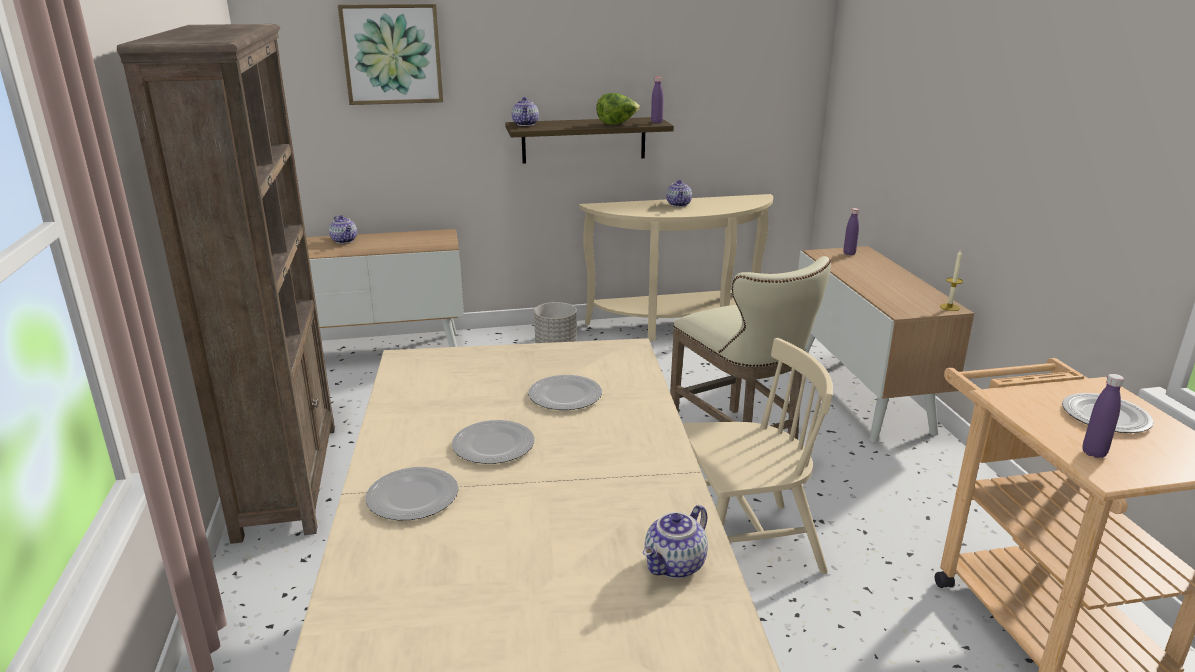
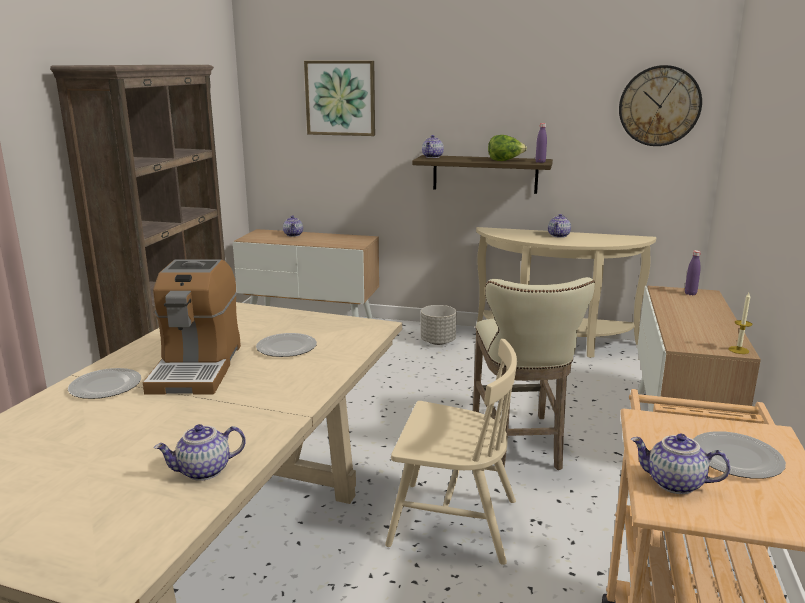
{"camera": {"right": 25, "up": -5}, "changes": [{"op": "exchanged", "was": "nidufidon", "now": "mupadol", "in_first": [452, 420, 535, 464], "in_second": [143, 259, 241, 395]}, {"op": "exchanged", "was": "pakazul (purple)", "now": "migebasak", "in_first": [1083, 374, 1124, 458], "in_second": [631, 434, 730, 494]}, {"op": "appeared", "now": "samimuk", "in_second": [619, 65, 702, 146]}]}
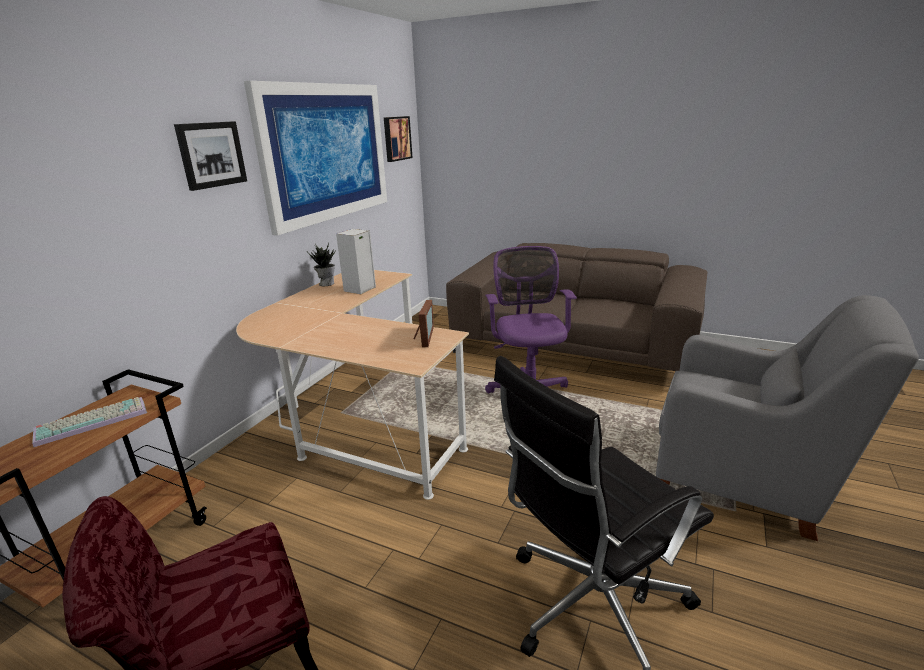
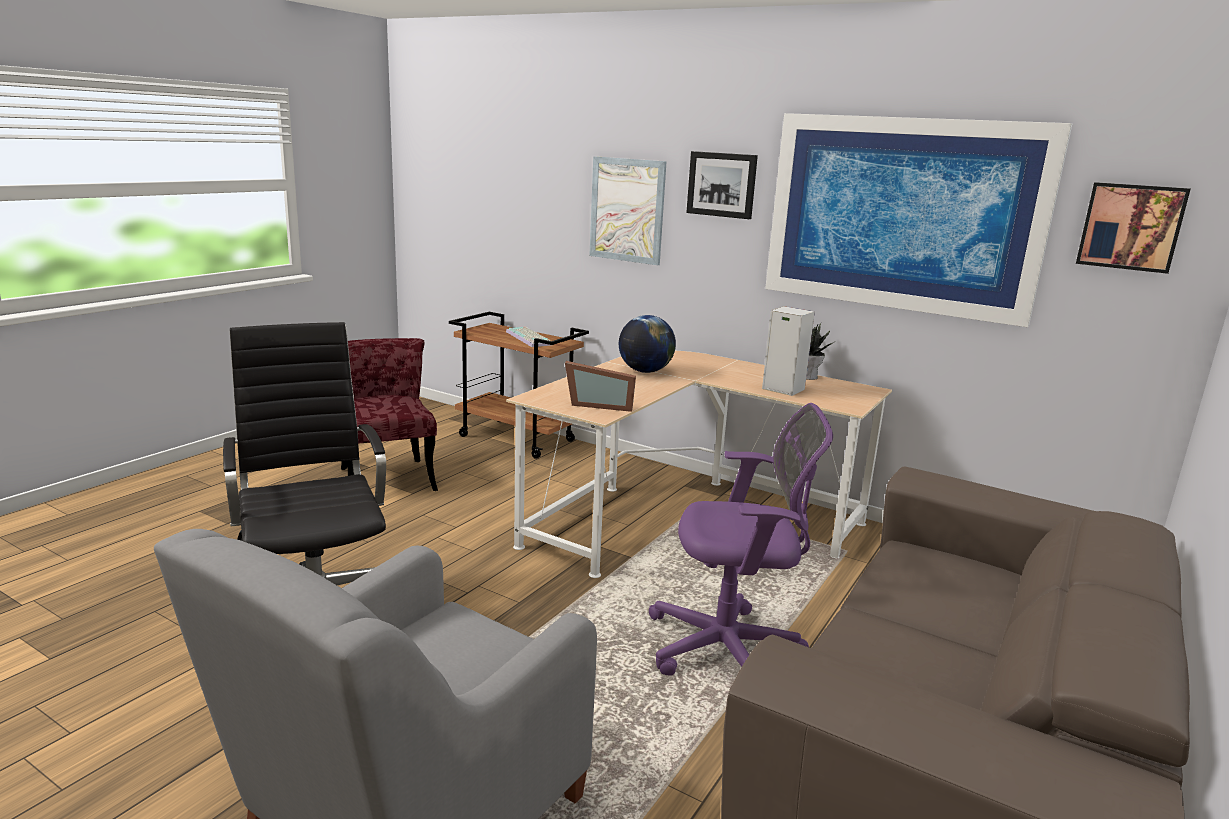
{"camera": {"right": 95, "up": -5}, "changes": [{"op": "appeared", "now": "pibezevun", "in_second": [589, 156, 667, 265]}, {"op": "appeared", "now": "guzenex", "in_second": [619, 315, 676, 373]}]}
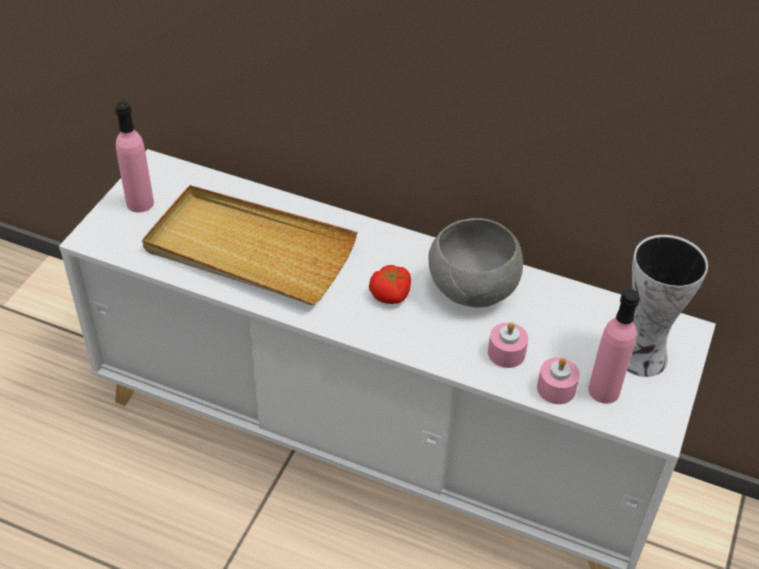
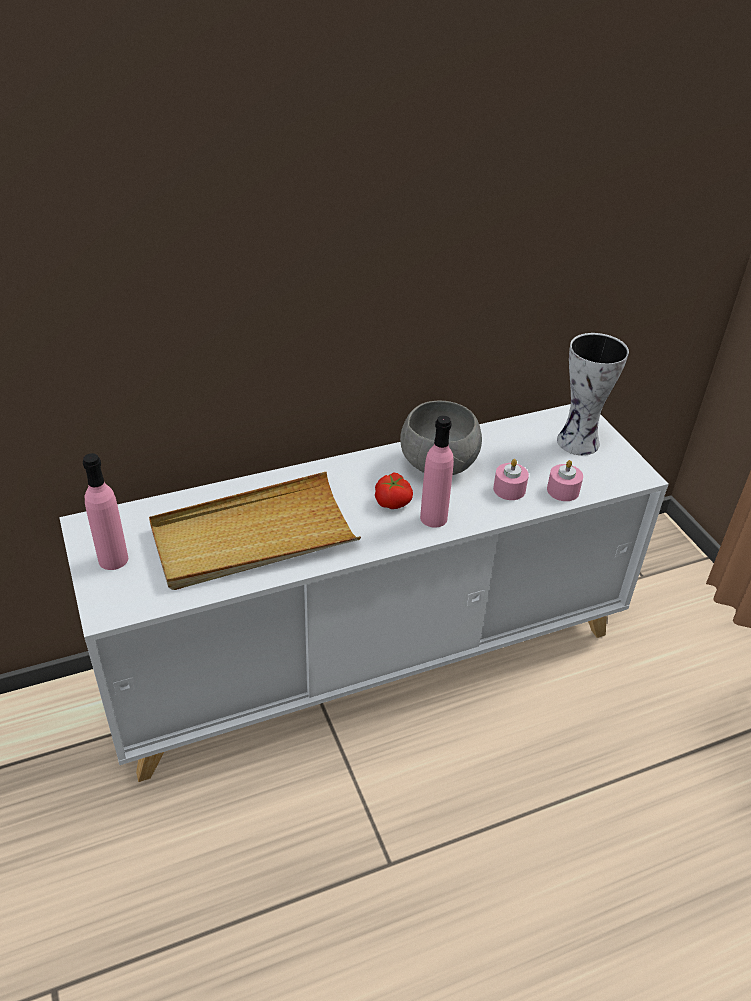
{"camera": {"right": -45, "up": -5}, "changes": [{"op": "relocated", "was": "pakazul (pink)", "in_first": [588, 289, 640, 403], "in_second": [420, 416, 454, 528]}]}
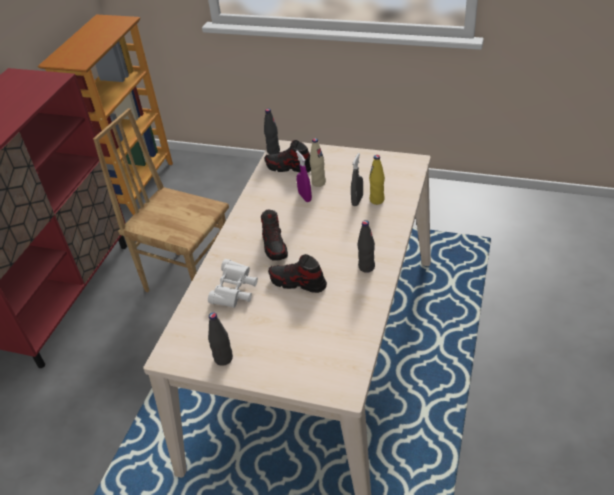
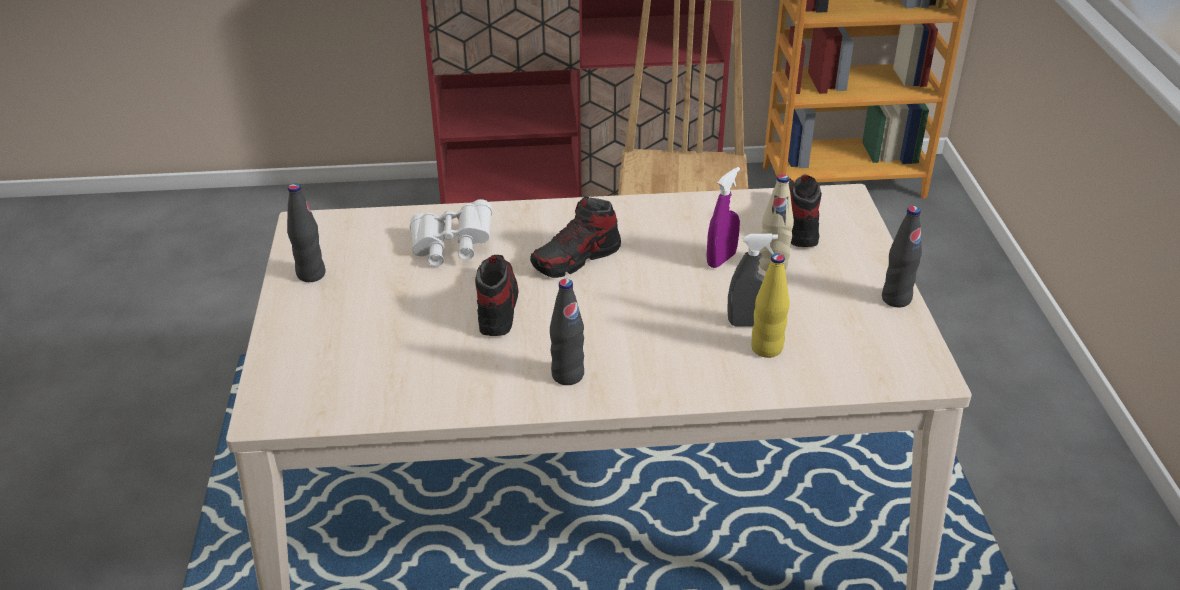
{"camera": {"right": 65, "up": -5}, "changes": [{"op": "relocated", "was": "pakazul (black)", "in_first": [264, 108, 280, 154], "in_second": [882, 206, 922, 307]}]}
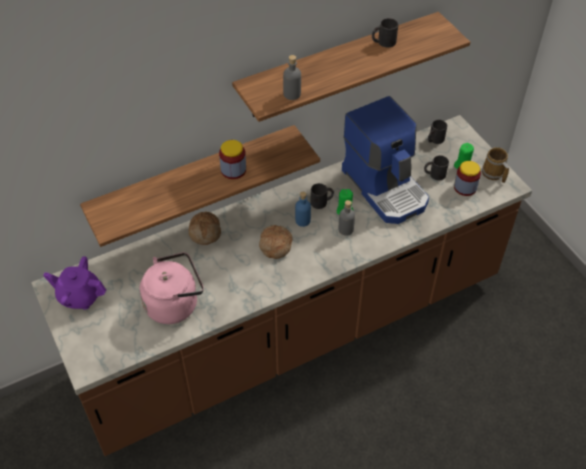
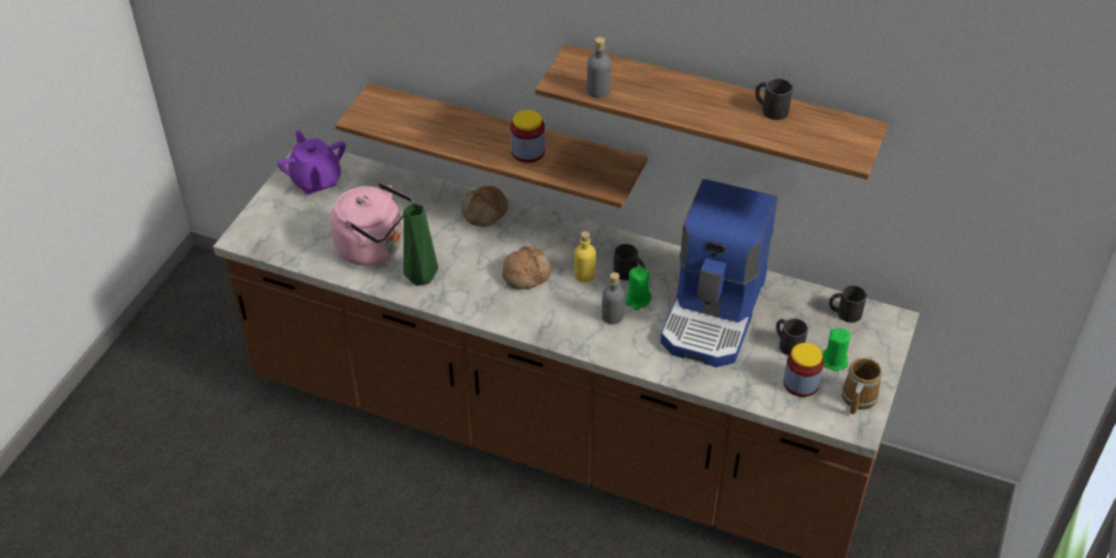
{"camera": {"right": 50, "up": -5}, "changes": [{"op": "colour", "was": "pakazul (blue)", "now": "pakazul (yellow)", "in_first": [295, 192, 311, 227], "in_second": [574, 231, 596, 282]}, {"op": "appeared", "now": "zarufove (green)", "in_second": [404, 203, 438, 286]}]}
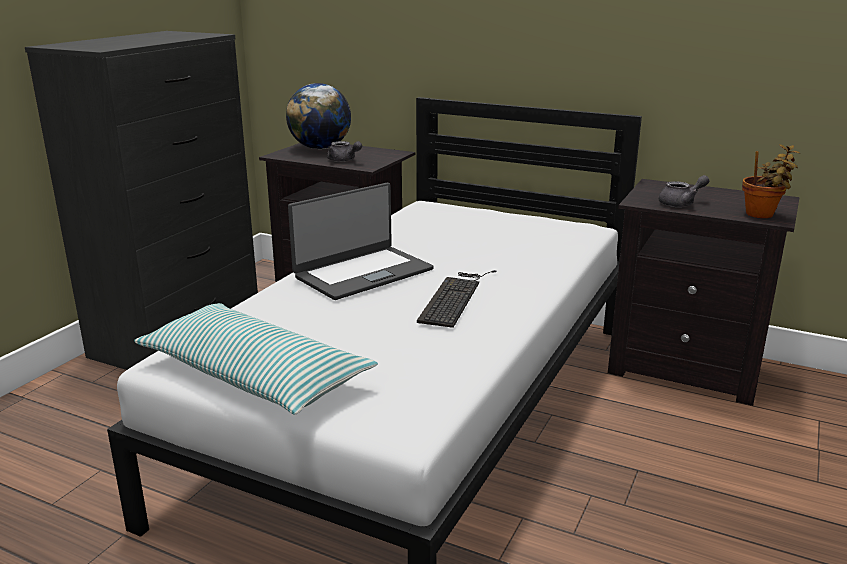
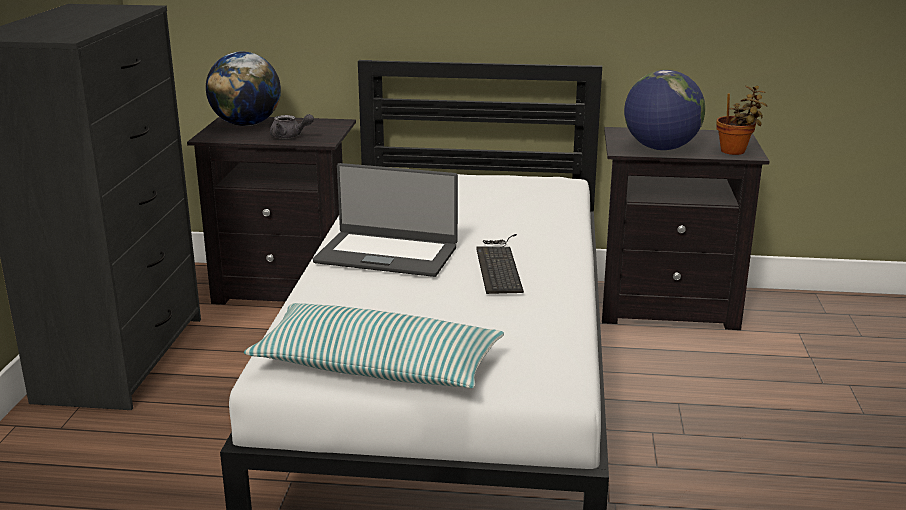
{"camera": {"right": -20, "up": 0}, "changes": [{"op": "spun", "was": "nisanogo", "in_first": [288, 183, 434, 300], "in_second": [313, 163, 458, 277], "clockwise": 75}, {"op": "exchanged", "was": "migebasak (grey)", "now": "guzenex", "in_first": [659, 175, 709, 207], "in_second": [624, 70, 705, 150]}]}
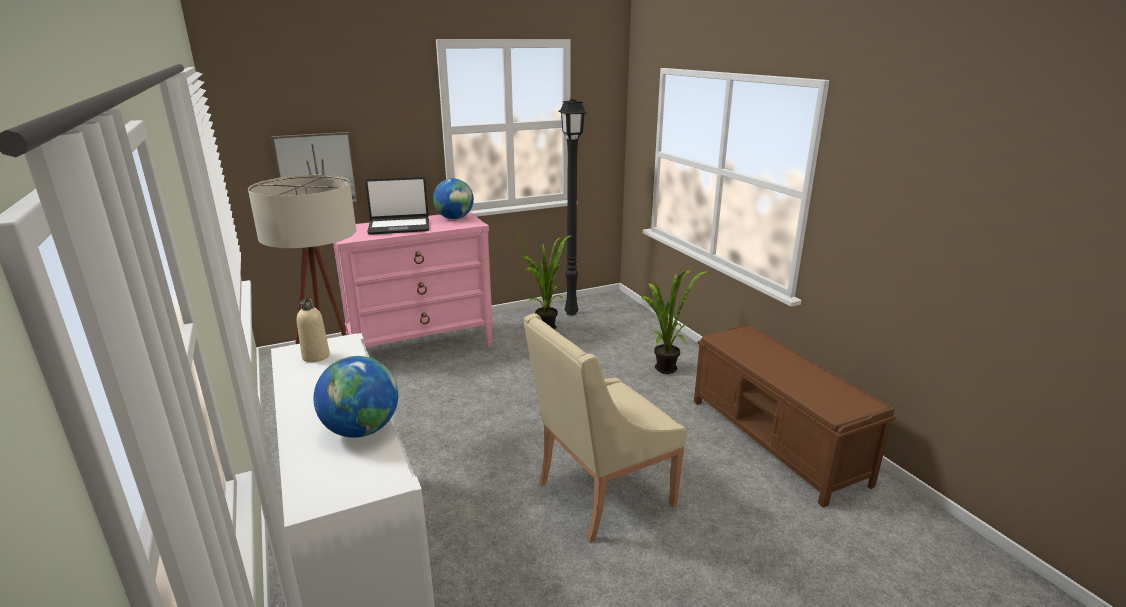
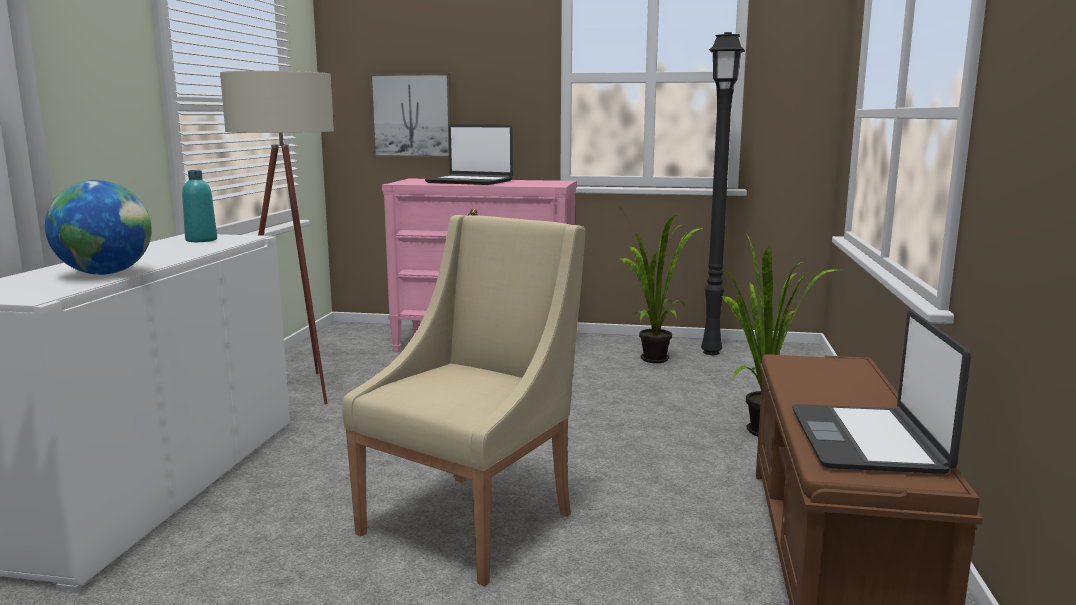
{"camera": {"right": 35, "up": -10}, "changes": [{"op": "colour", "was": "pakazul (beige)", "now": "pakazul (turquoise)", "in_first": [297, 299, 330, 362], "in_second": [182, 170, 217, 242]}, {"op": "missing", "was": "guzenex", "in_first": [433, 178, 474, 219]}, {"op": "spun", "was": "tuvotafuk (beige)", "in_first": [524, 313, 687, 542], "in_second": [342, 215, 585, 586], "clockwise": 120}, {"op": "appeared", "now": "nisanogo", "in_second": [792, 310, 971, 474]}]}
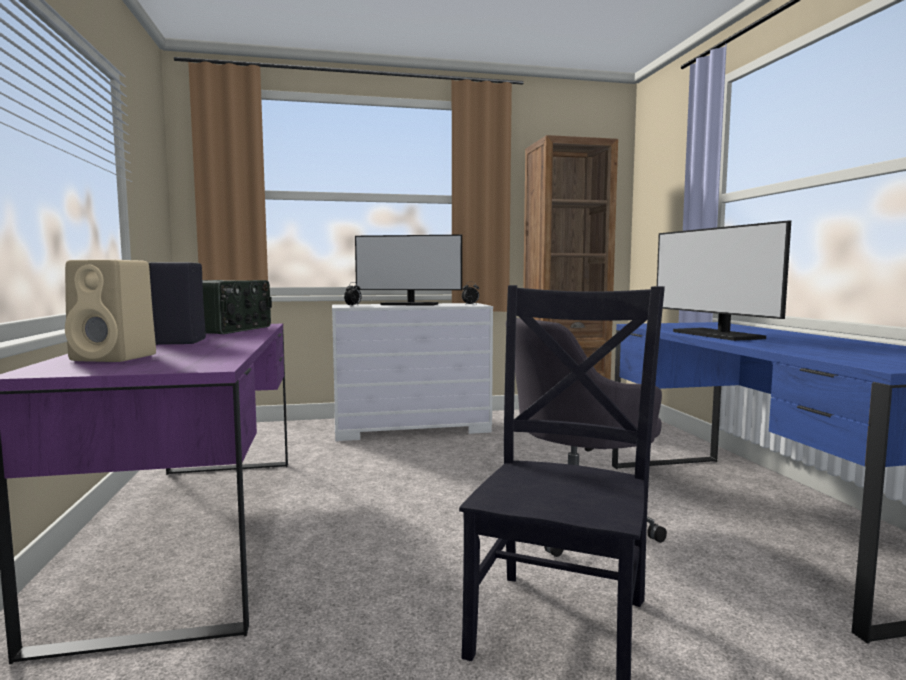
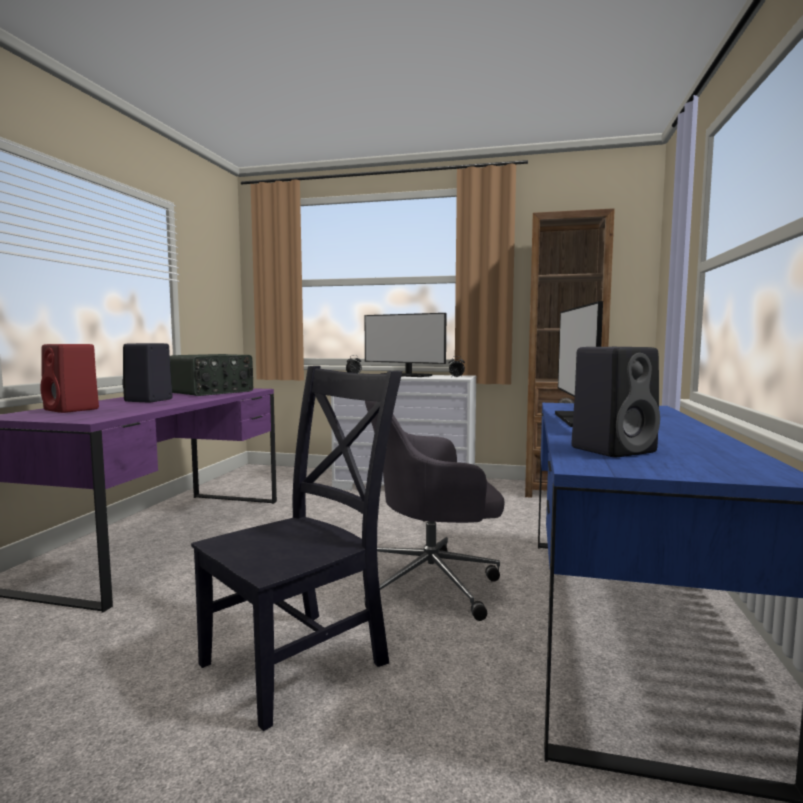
{"camera": {"right": 25, "up": 0}, "changes": [{"op": "colour", "was": "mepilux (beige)", "now": "mepilux (red)", "in_first": [65, 260, 156, 362], "in_second": [40, 344, 99, 413]}, {"op": "appeared", "now": "mepilux (black)", "in_second": [572, 347, 660, 458]}]}
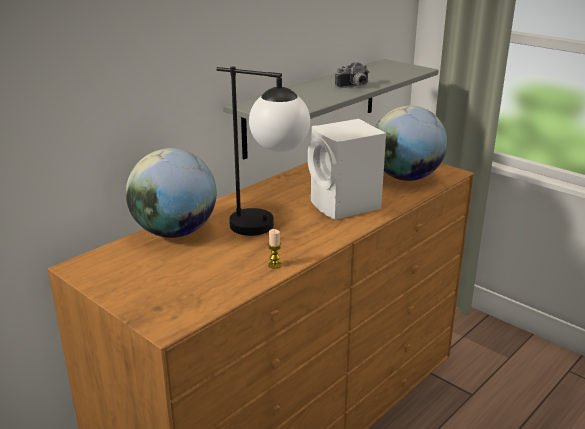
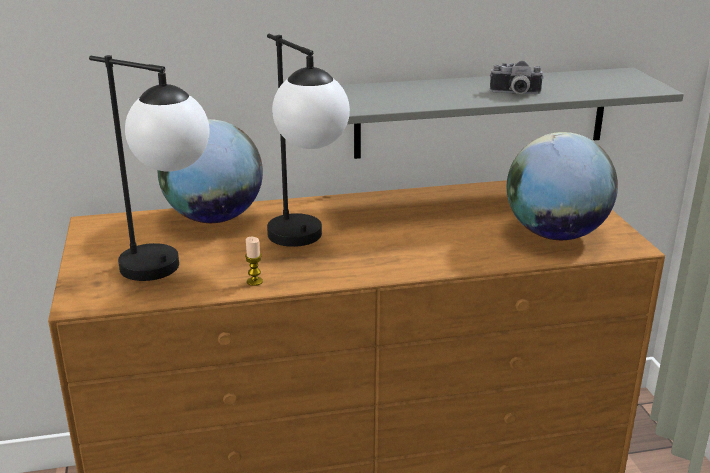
{"camera": {"right": 35, "up": 0}, "changes": [{"op": "missing", "was": "mepilux (white)", "in_first": [308, 119, 386, 220]}, {"op": "appeared", "now": "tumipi", "in_second": [89, 55, 210, 281]}]}
